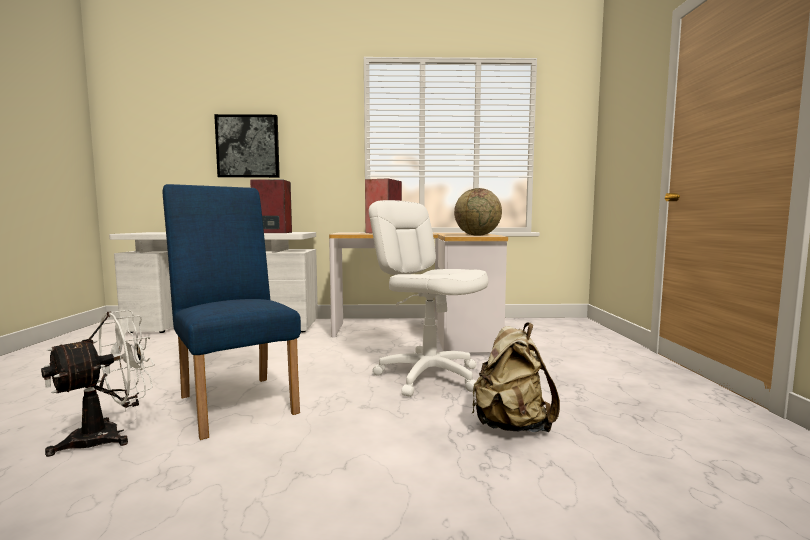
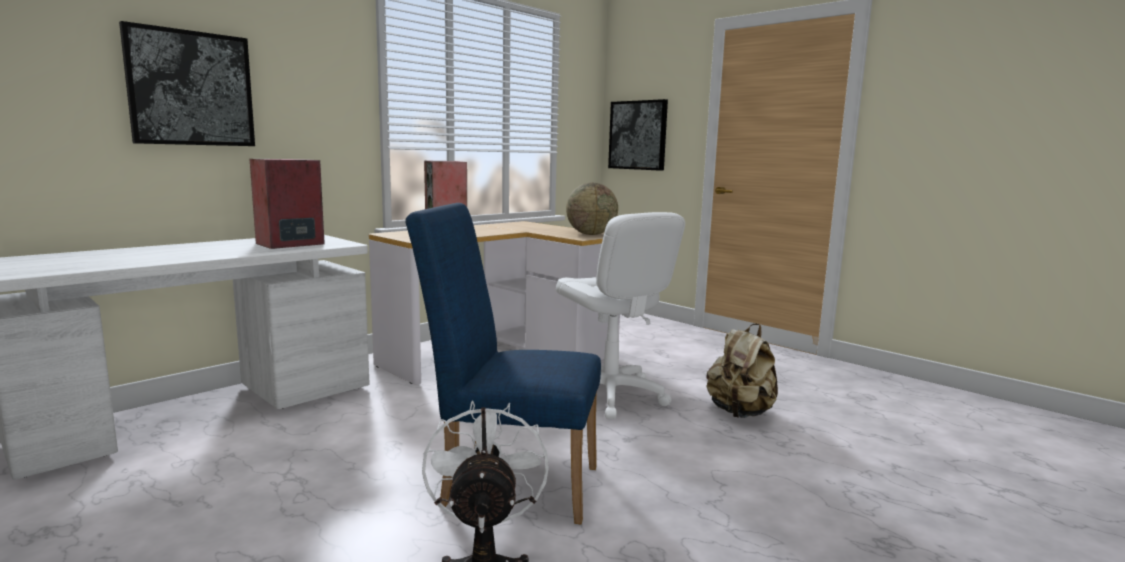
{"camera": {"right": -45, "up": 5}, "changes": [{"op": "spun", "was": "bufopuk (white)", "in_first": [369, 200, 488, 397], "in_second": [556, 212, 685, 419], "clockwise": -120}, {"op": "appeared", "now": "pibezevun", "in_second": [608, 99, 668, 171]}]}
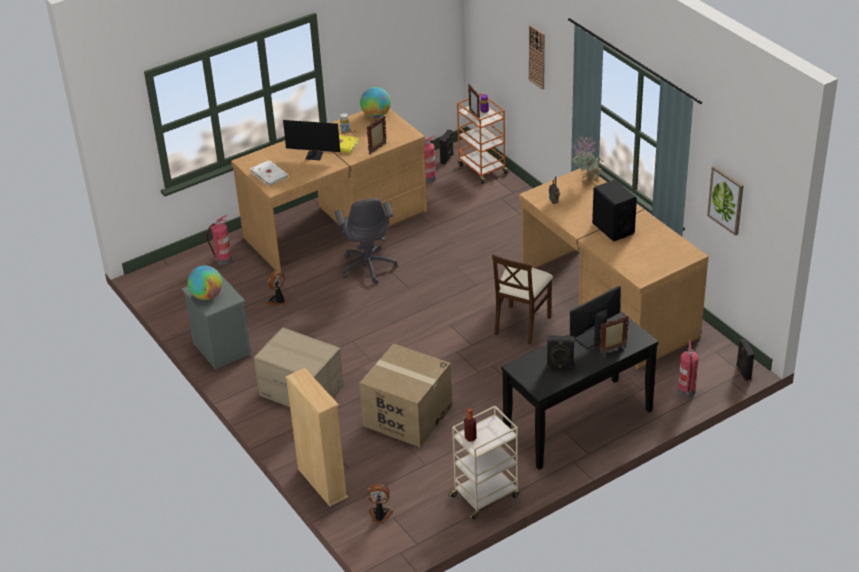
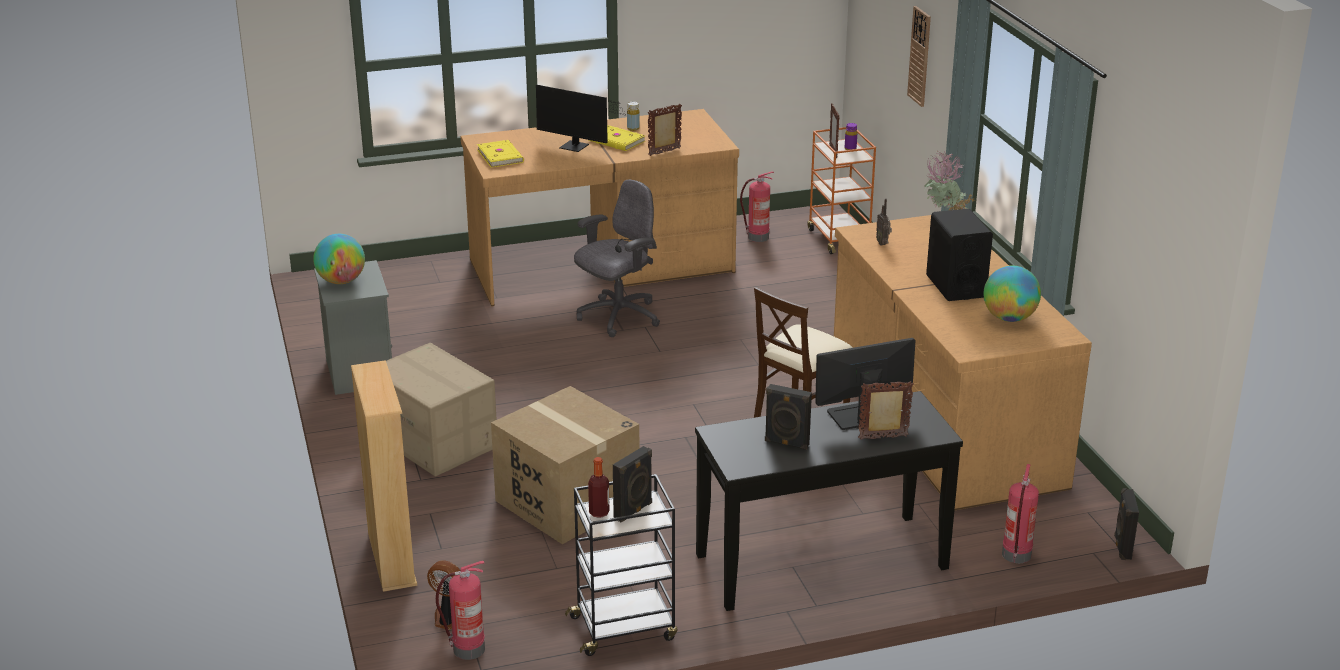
{"camera": {"right": 15, "up": -10}, "changes": [{"op": "relocated", "was": "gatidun", "in_first": [207, 215, 232, 265], "in_second": [436, 561, 485, 660]}, {"op": "colour", "was": "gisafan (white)", "now": "gisafan (yellow)", "in_first": [250, 160, 289, 186], "in_second": [477, 140, 524, 168]}, {"op": "missing", "was": "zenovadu", "in_first": [266, 270, 287, 306]}, {"op": "spun", "was": "bufopuk (grey)", "in_first": [335, 198, 398, 284], "in_second": [574, 180, 660, 337], "clockwise": -135}, {"op": "relocated", "was": "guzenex", "in_first": [360, 87, 391, 118], "in_second": [984, 266, 1041, 322]}, {"op": "relocated", "was": "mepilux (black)", "in_first": [439, 130, 454, 165], "in_second": [613, 446, 652, 522]}, {"op": "colour", "was": "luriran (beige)", "now": "luriran (black)", "in_first": [448, 406, 520, 519], "in_second": [565, 474, 677, 656]}, {"op": "missing", "was": "pibezevun", "in_first": [707, 166, 744, 236]}]}
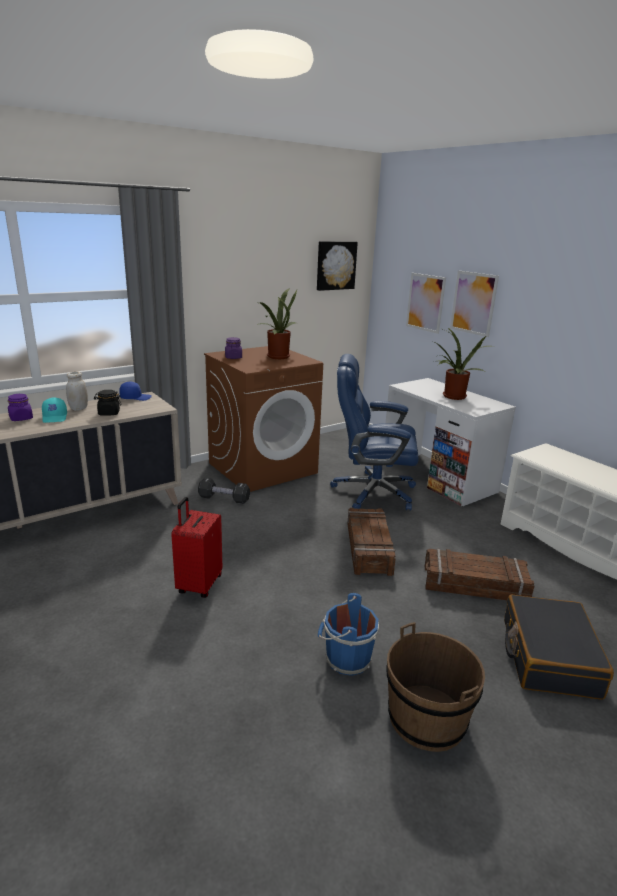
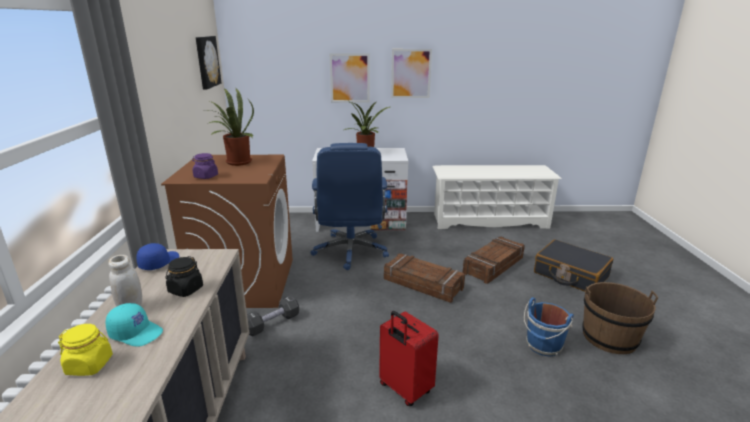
{"camera": {"right": -55, "up": 0}, "changes": [{"op": "colour", "was": "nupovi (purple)", "now": "nupovi (yellow)", "in_first": [8, 394, 33, 421], "in_second": [58, 324, 113, 376]}, {"op": "spun", "was": "bufopuk (blue)", "in_first": [330, 354, 419, 511], "in_second": [310, 143, 389, 270], "clockwise": -45}, {"op": "relocated", "was": "pibezevun", "in_first": [406, 273, 446, 334], "in_second": [391, 49, 432, 98]}]}
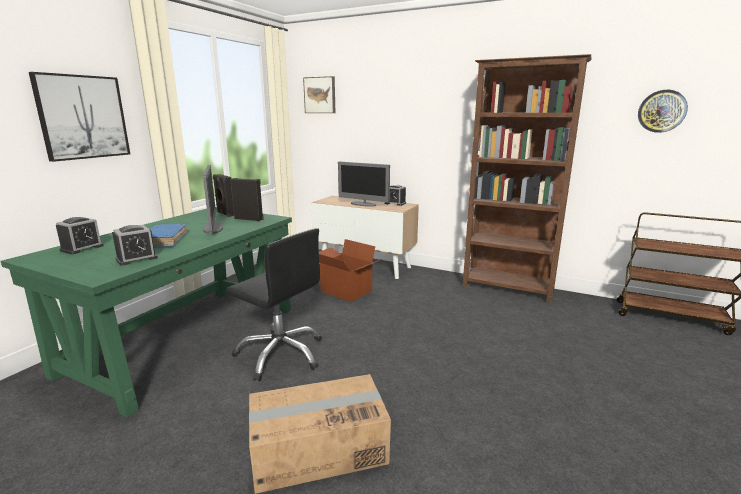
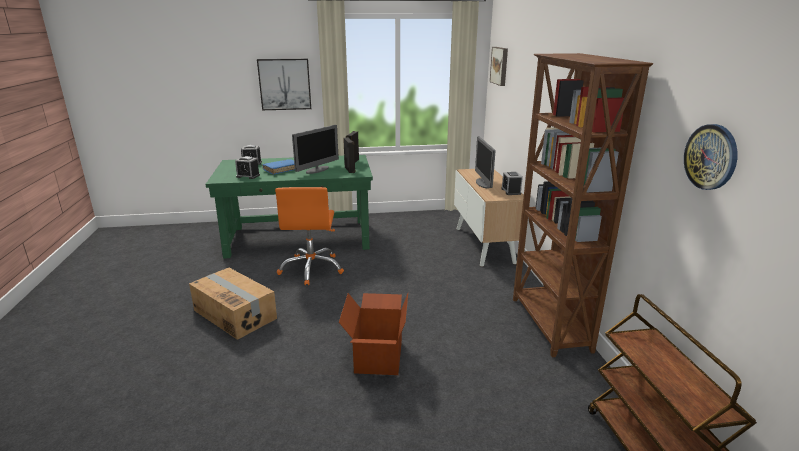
{"camera": {"right": 55, "up": 5}, "changes": [{"op": "colour", "was": "bufopuk (black)", "now": "bufopuk (orange)", "in_first": [226, 228, 322, 381], "in_second": [275, 187, 344, 285]}, {"op": "relocated", "was": "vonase", "in_first": [319, 239, 382, 302], "in_second": [339, 293, 408, 375]}]}
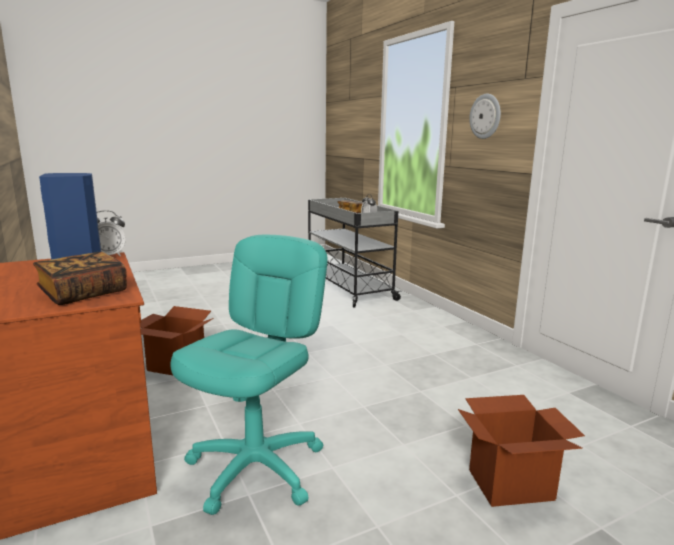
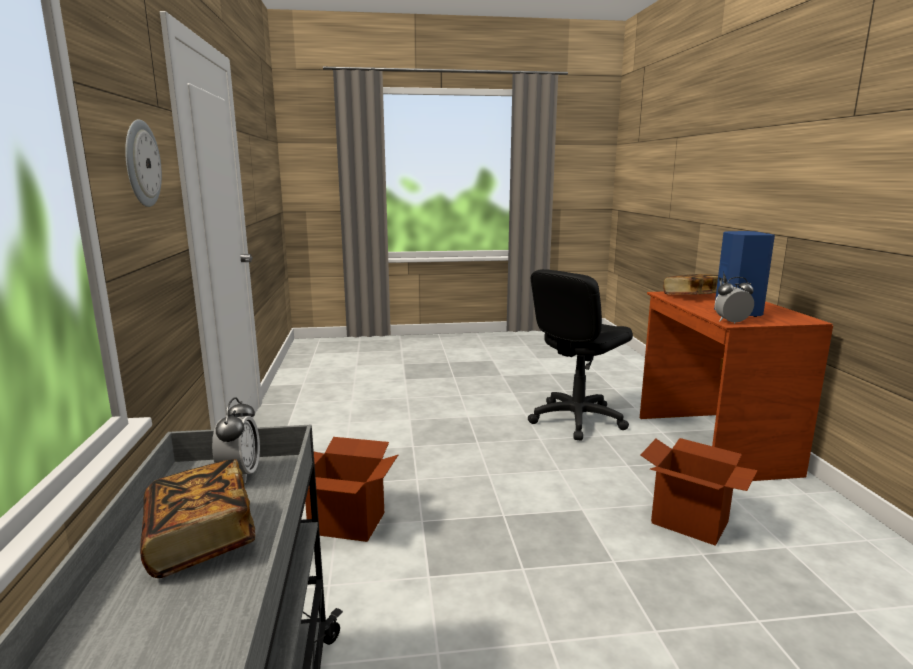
{"camera": {"right": -160, "up": 0}, "changes": [{"op": "colour", "was": "bufopuk (turquoise)", "now": "bufopuk (black)", "in_first": [171, 235, 328, 515], "in_second": [528, 269, 633, 441]}, {"op": "relocated", "was": "vonase", "in_first": [458, 395, 585, 507], "in_second": [305, 437, 398, 542]}]}
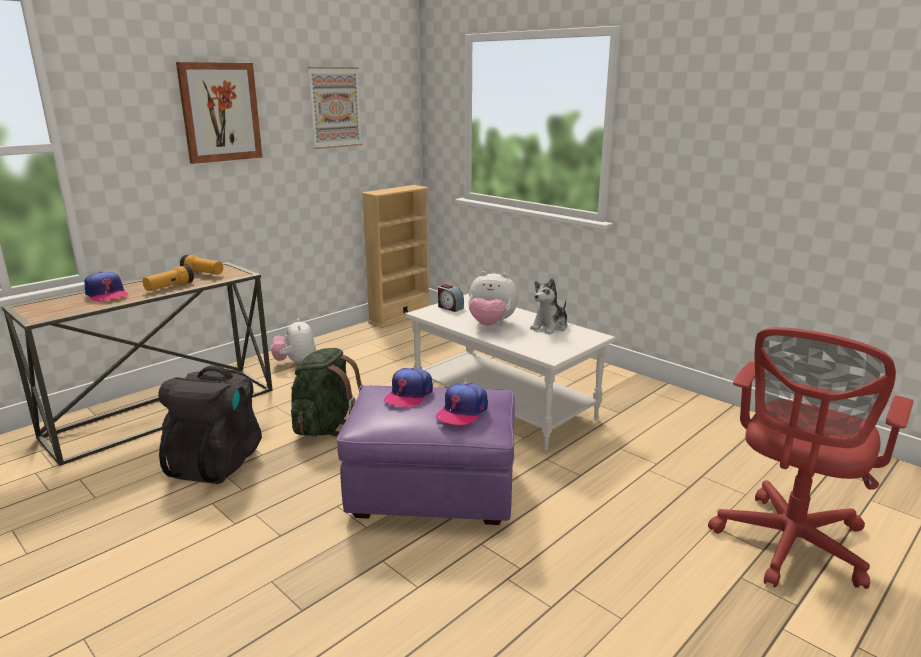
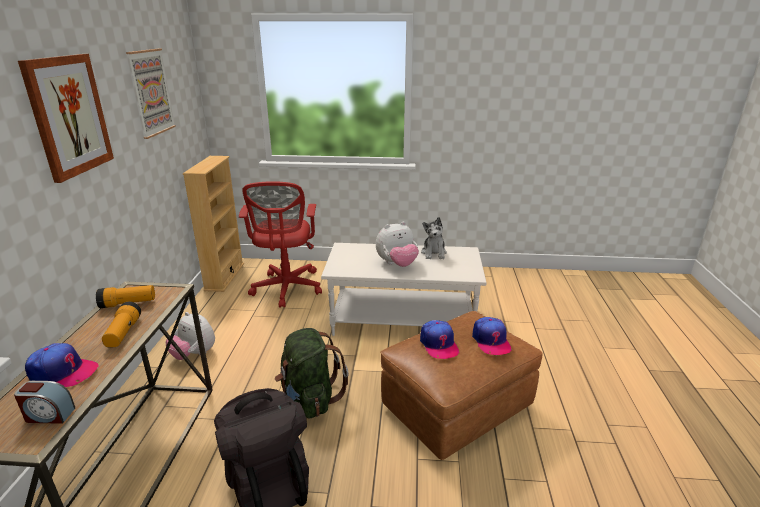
{"camera": {"right": -40, "up": 5}, "changes": [{"op": "colour", "was": "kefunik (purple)", "now": "kefunik (brown)", "in_first": [337, 385, 515, 525], "in_second": [380, 311, 543, 460]}, {"op": "relocated", "was": "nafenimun", "in_first": [438, 284, 464, 312], "in_second": [14, 381, 76, 424]}, {"op": "relocated", "was": "bufopuk (red)", "in_first": [708, 327, 913, 589], "in_second": [239, 181, 322, 308]}]}
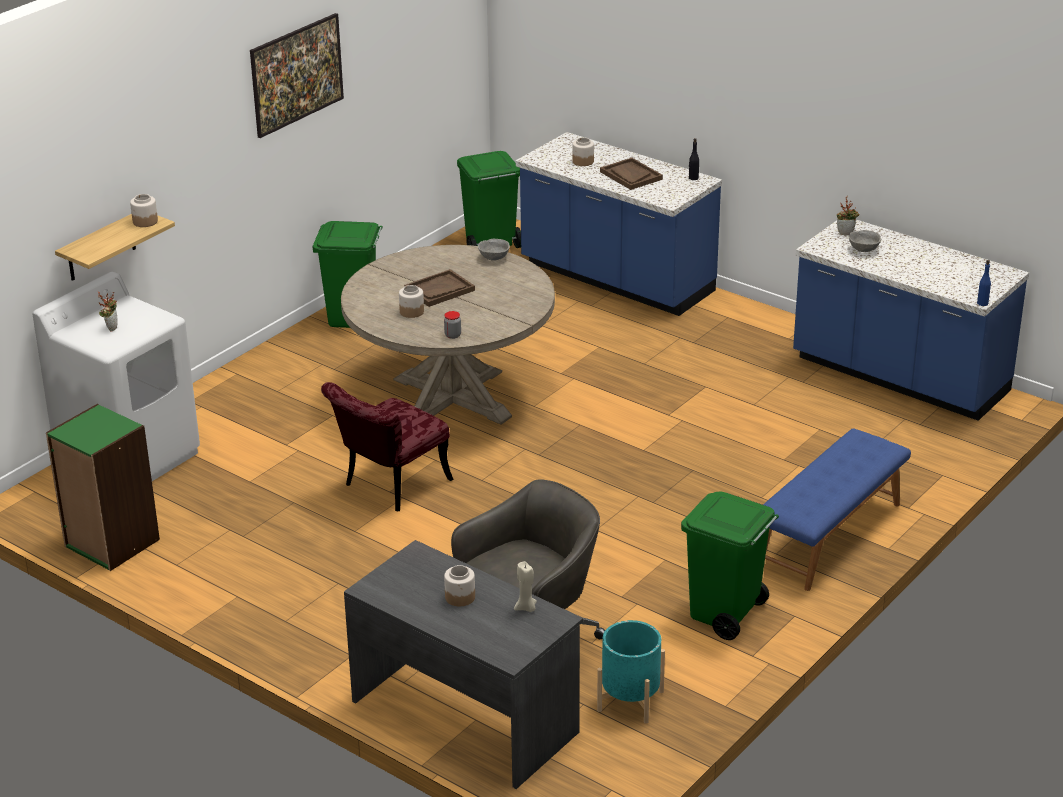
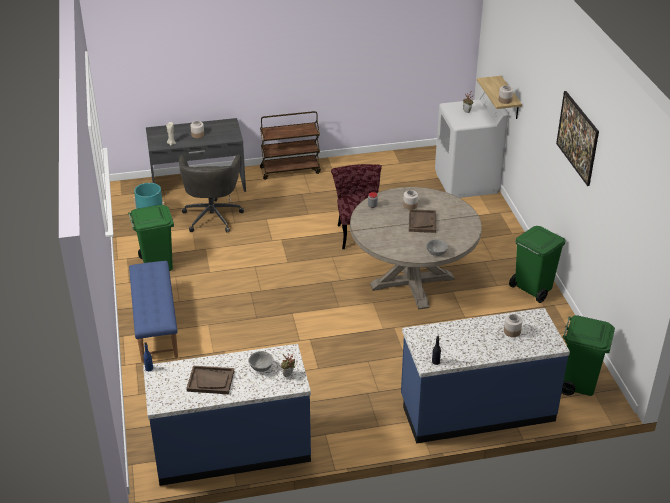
{"camera": {"right": 130, "up": 5}, "changes": [{"op": "missing", "was": "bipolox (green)", "in_first": [46, 404, 160, 571]}, {"op": "relocated", "was": "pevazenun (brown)", "in_first": [600, 158, 663, 190], "in_second": [186, 366, 234, 394]}, {"op": "appeared", "now": "luriran (brown)", "in_second": [260, 111, 321, 180]}]}
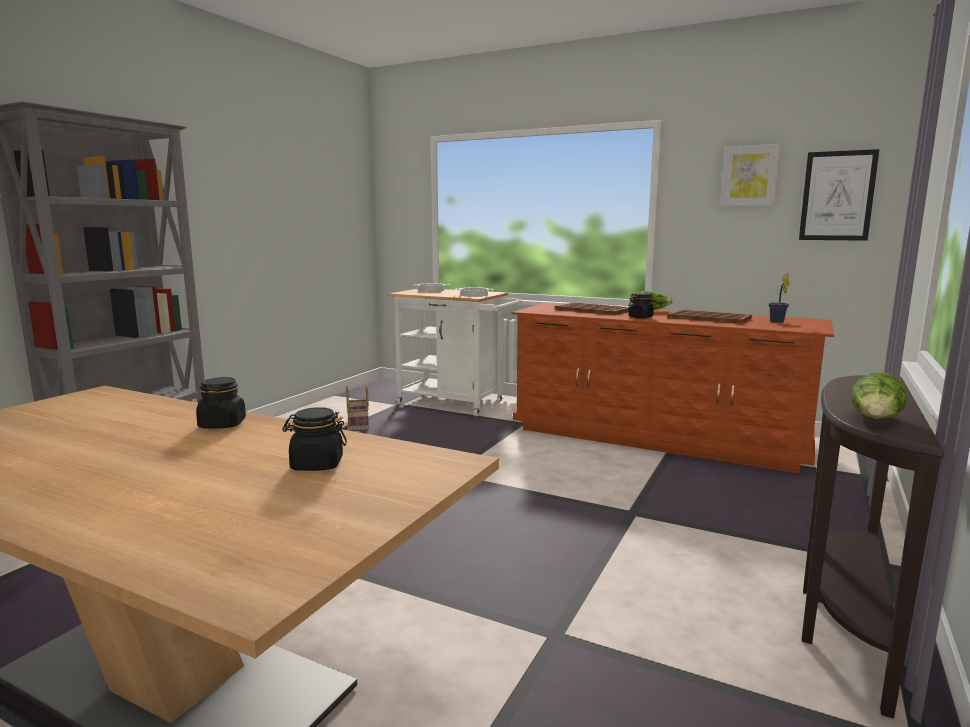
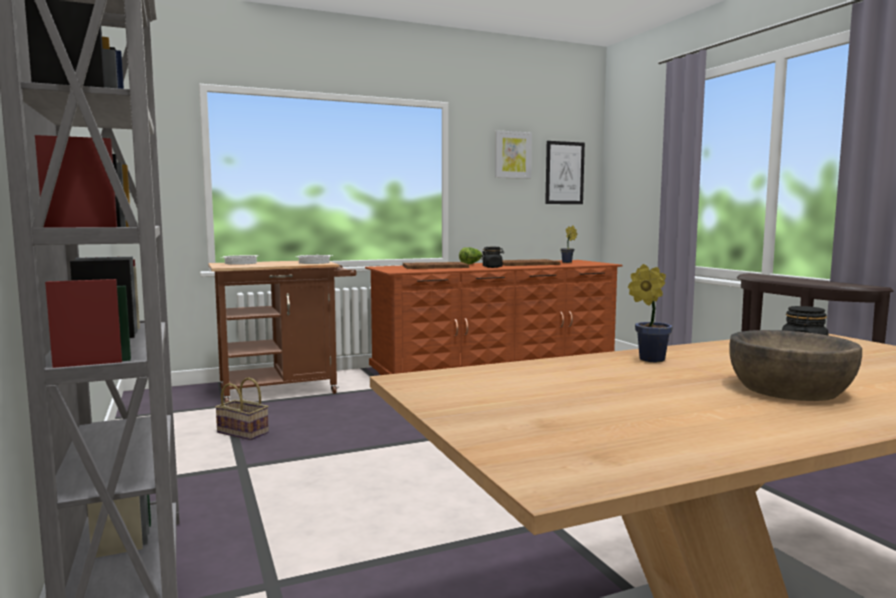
{"camera": {"right": -50, "up": -5}, "changes": [{"op": "exchanged", "was": "nupovi (black)", "now": "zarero", "in_first": [196, 377, 246, 429], "in_second": [628, 264, 673, 362]}, {"op": "colour", "was": "luriran (white)", "now": "luriran (brown)", "in_first": [388, 288, 522, 416], "in_second": [208, 261, 357, 403]}, {"op": "missing", "was": "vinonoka", "in_first": [851, 372, 907, 419]}, {"op": "appeared", "now": "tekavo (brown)", "in_second": [729, 330, 862, 401]}]}
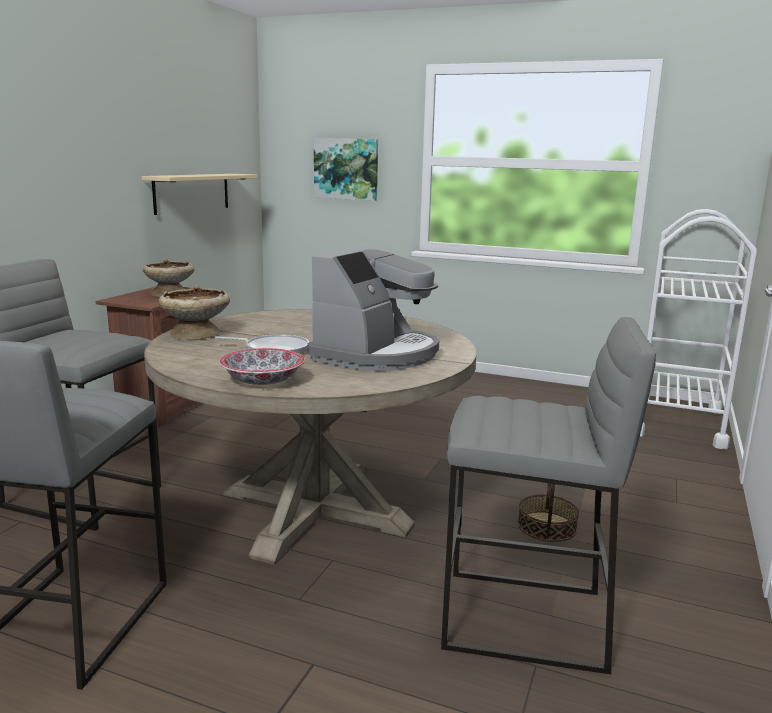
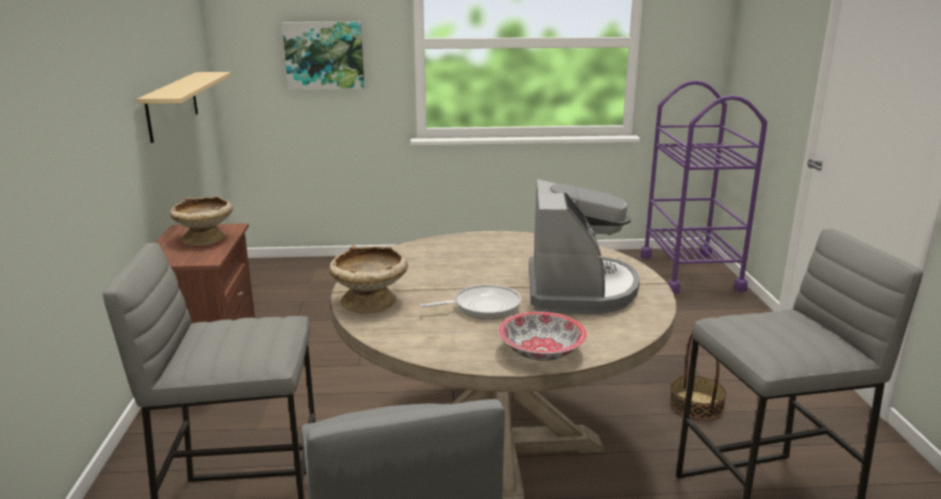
{"camera": {"right": -25, "up": 5}, "changes": [{"op": "colour", "was": "luriran (white)", "now": "luriran (purple)", "in_first": [640, 209, 757, 449], "in_second": [640, 80, 767, 294]}]}
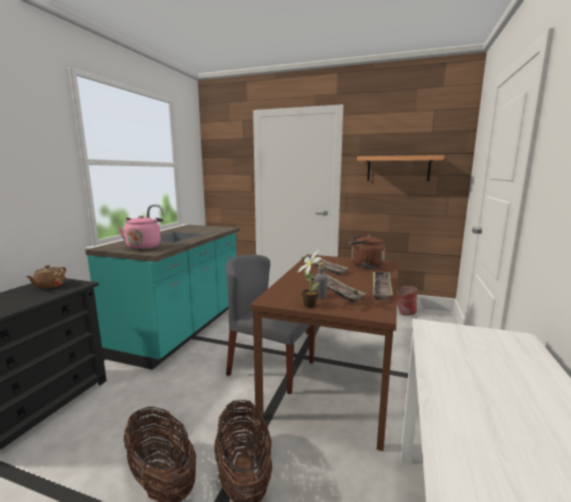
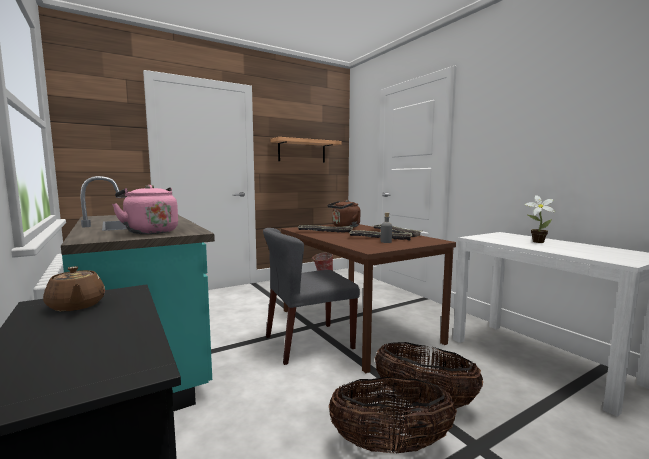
{"camera": {"right": -50, "up": -5}, "changes": [{"op": "relocated", "was": "zarero", "in_first": [297, 250, 322, 308], "in_second": [525, 195, 555, 243]}]}
